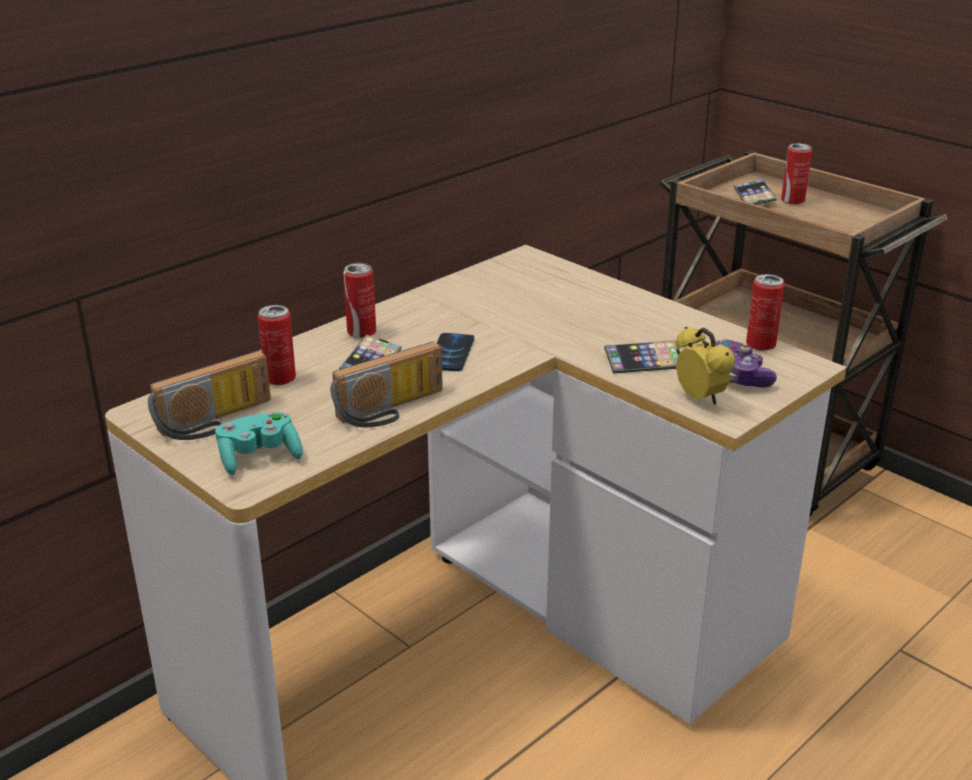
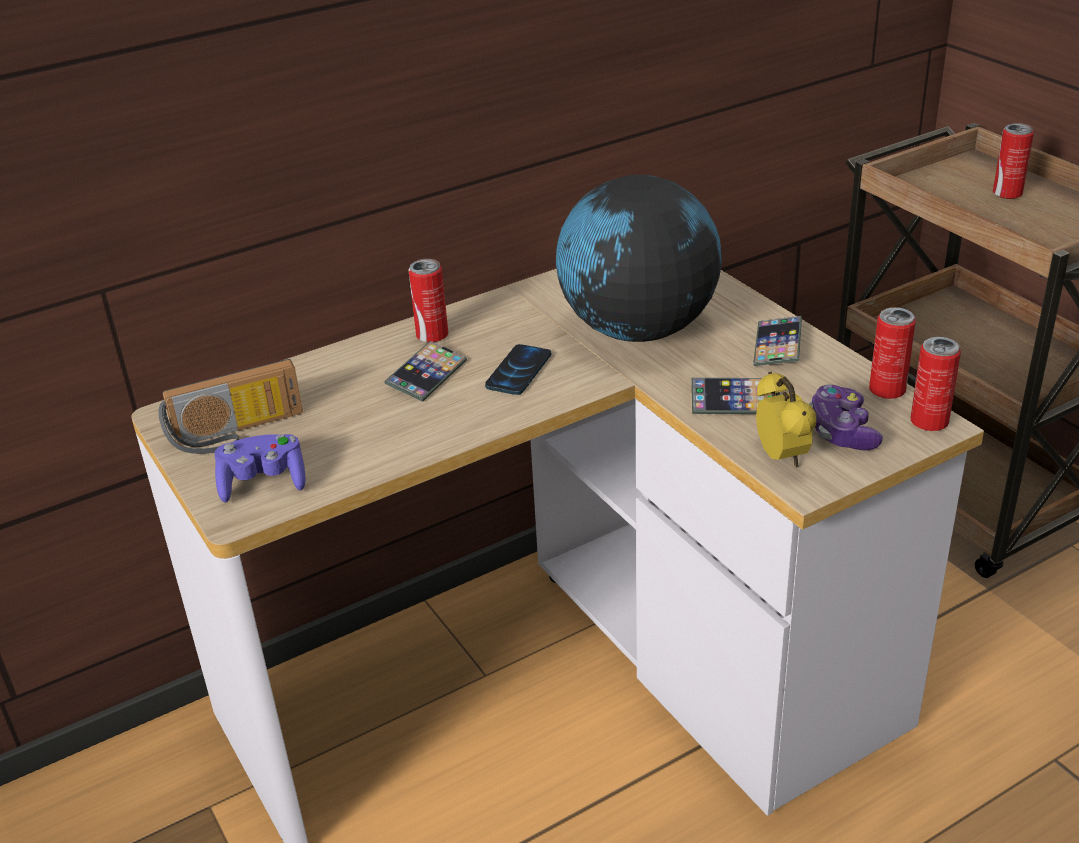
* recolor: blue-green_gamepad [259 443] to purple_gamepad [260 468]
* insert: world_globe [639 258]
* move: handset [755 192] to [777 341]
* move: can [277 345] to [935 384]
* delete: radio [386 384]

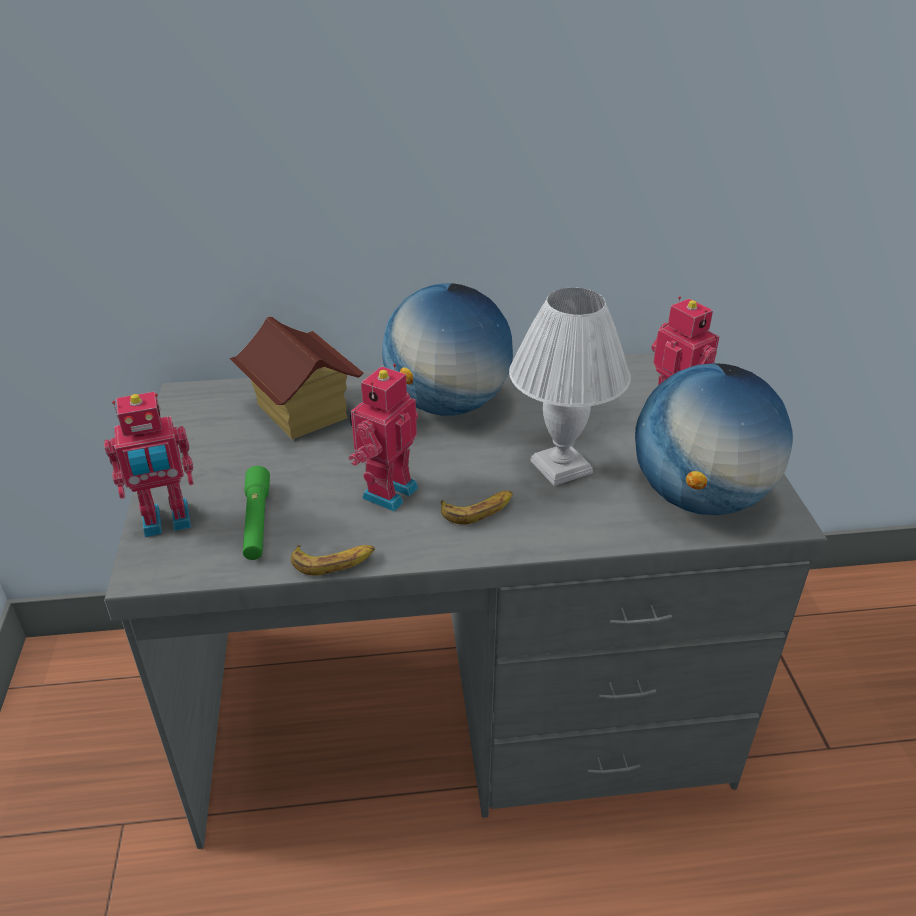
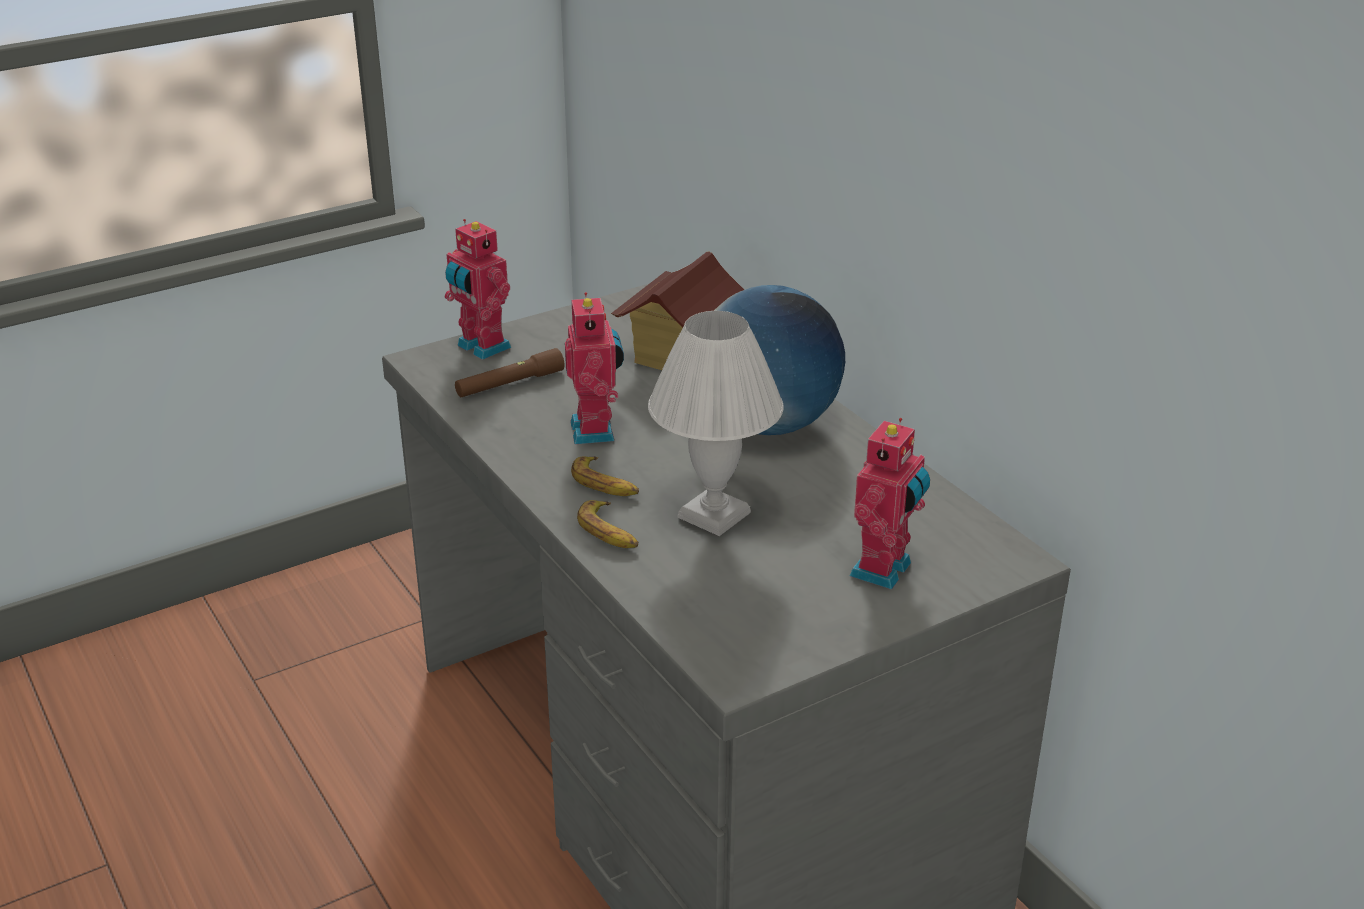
* recolor: green-coloured_torch [256 513] to brown-coloured_torch [509 372]
* rotate: robot_figure [383 437] = [594 368] 75 degrees clockwise
* move: banana_fruit [333 560] to [607 524]
* delete: world_globe [714 439]

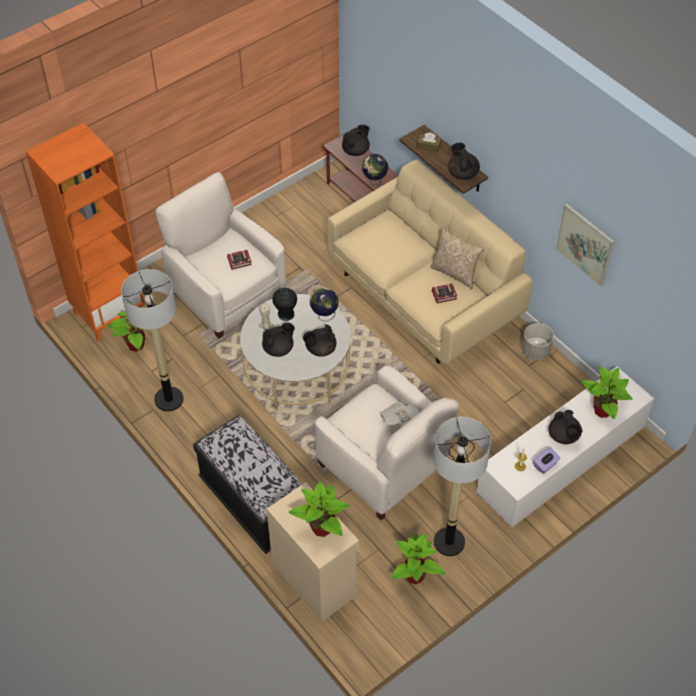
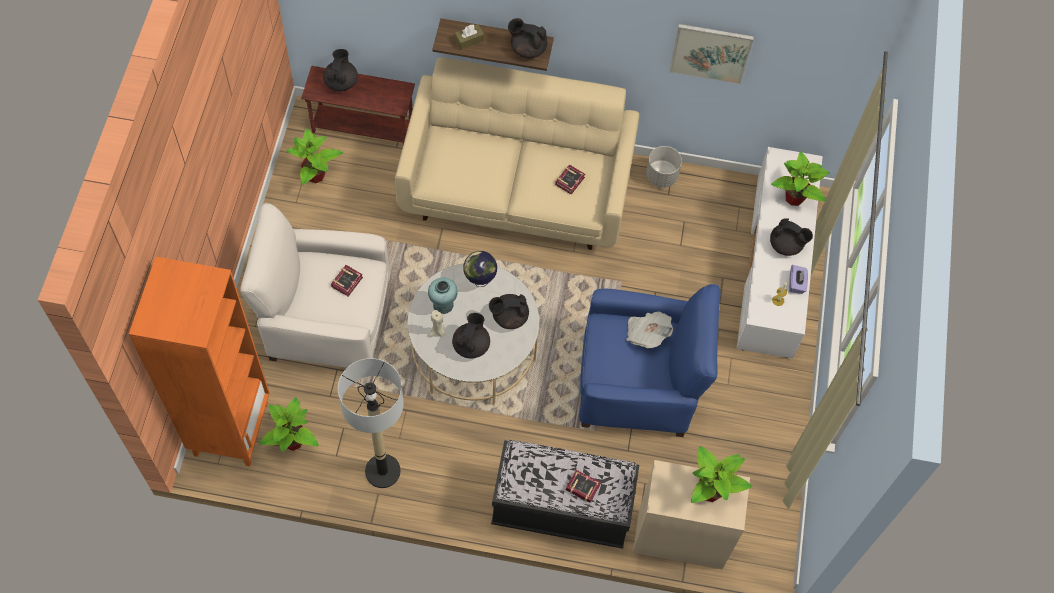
* move: potted_plant [418 559] to [314 156]
* recolor: black_flower_vase [285 304] to blue-green_flower_vase [443 296]
* rotate: black_teapot [320 340] = [509 311] 60 degrees clockwise
* insert: book [583 486]
* recolor: whitish_easy_chair [387 443] to bluish_easy_chair [649 360]
* delete: world_globe [375 169]
* delete: throw_pillow [457 258]
* delete: floor_lamp [462 486]

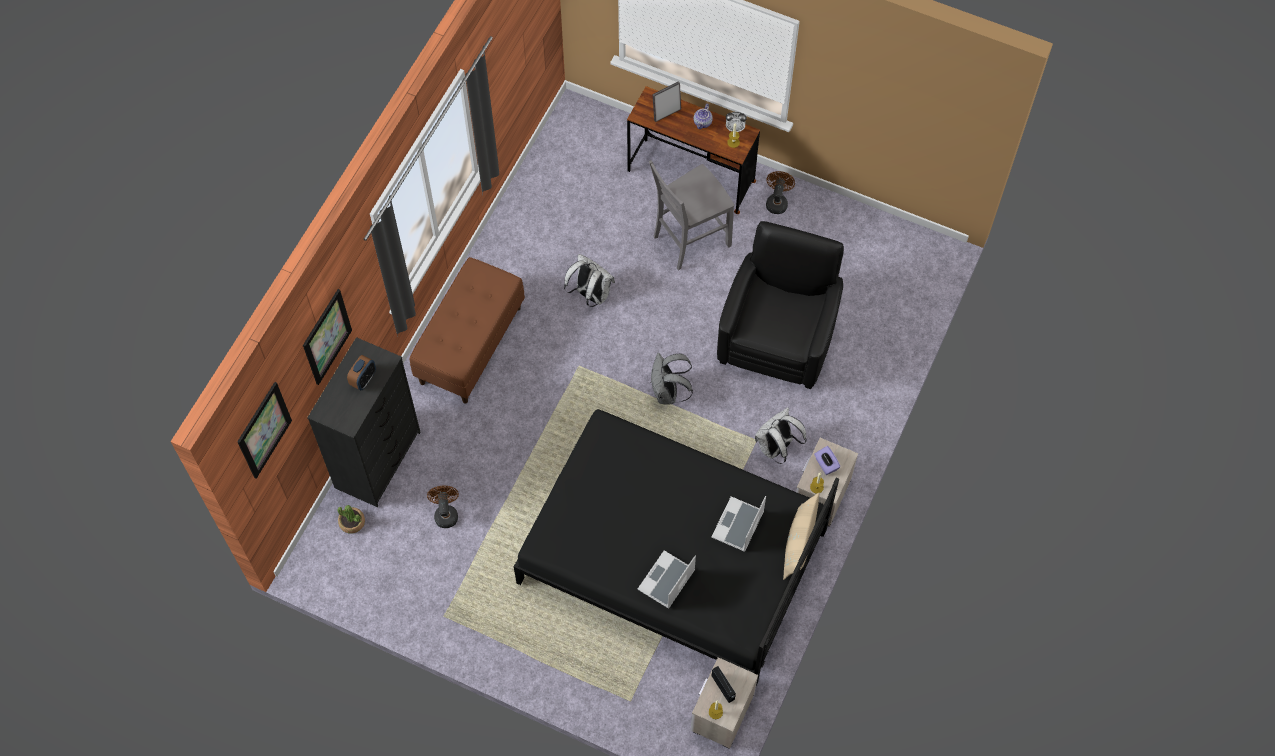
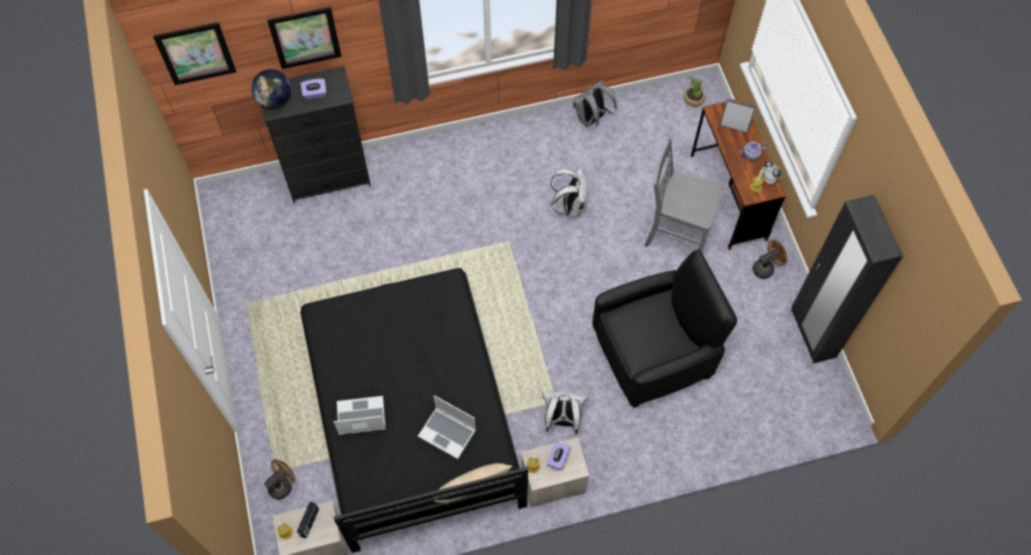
* insert: world_globe [271 88]
* move: brown-coloured_fan [443 506] to [279 479]
* replace: alarm_clock [361 372] to purple_box_of_tissues [313 89]
* rotate: portable_computer [739 524] = [447 427] 135 degrees counterclockwise
* move: gray_backpack [671 379] to [595 104]
* move: potted_plant [351 519] to [695 92]
* insert: black_wardrobe [847 279]
* delete: brown-coloured_indoor_bench [467 330]

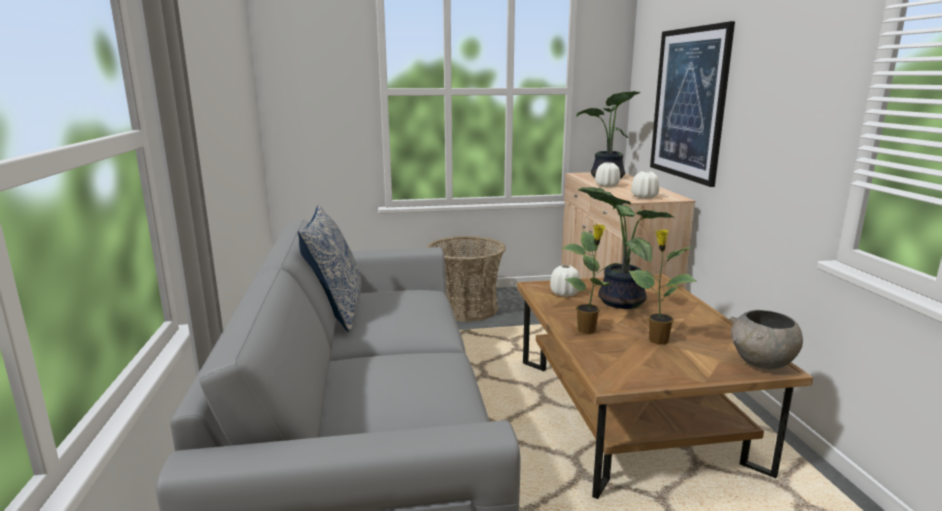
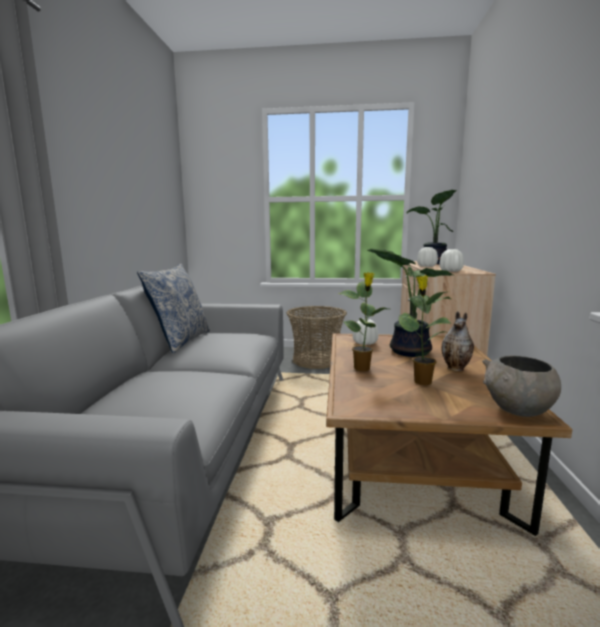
* insert: flower_vase [457 341]
* delete: wall_art [692 104]

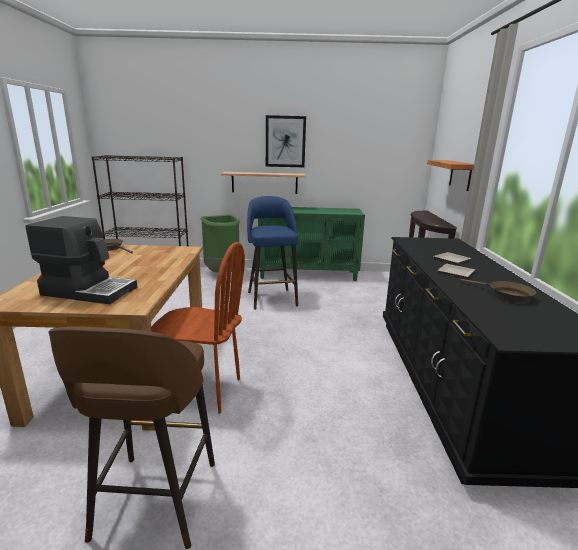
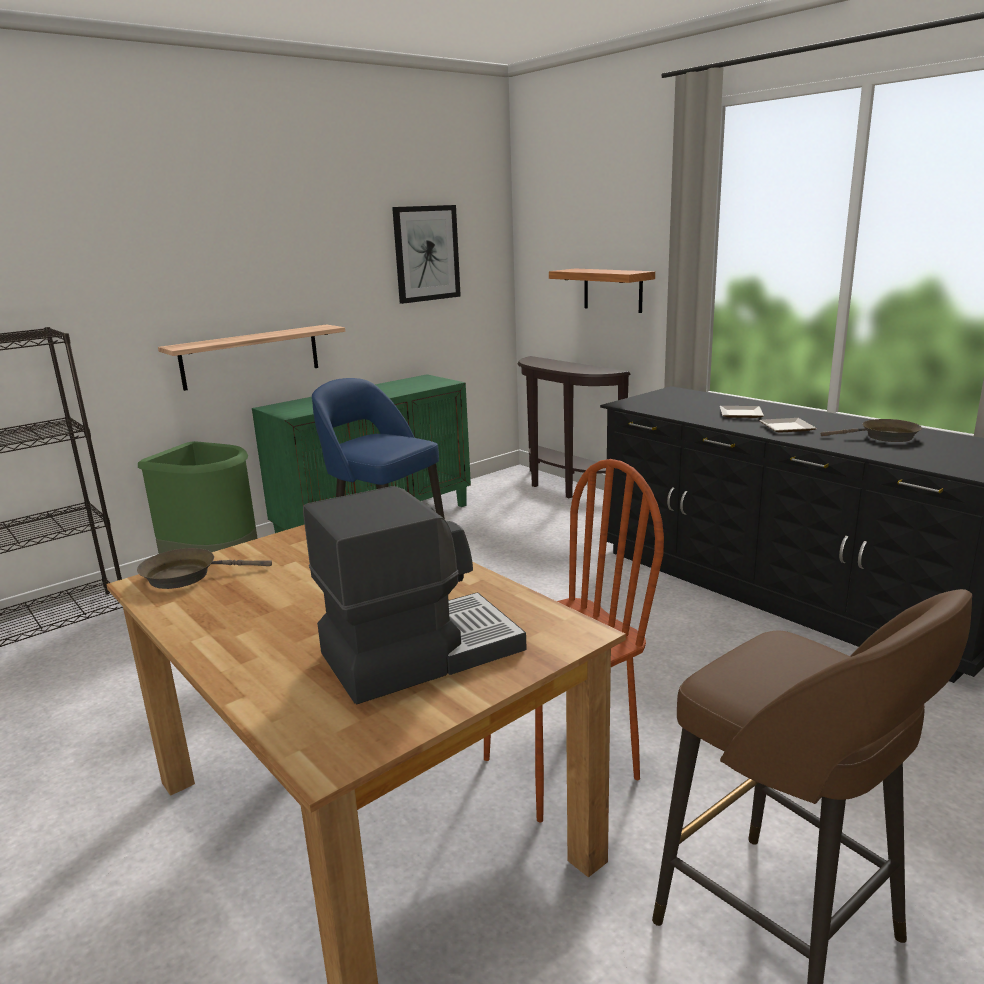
* move: wall_art [286 141] to [426 254]

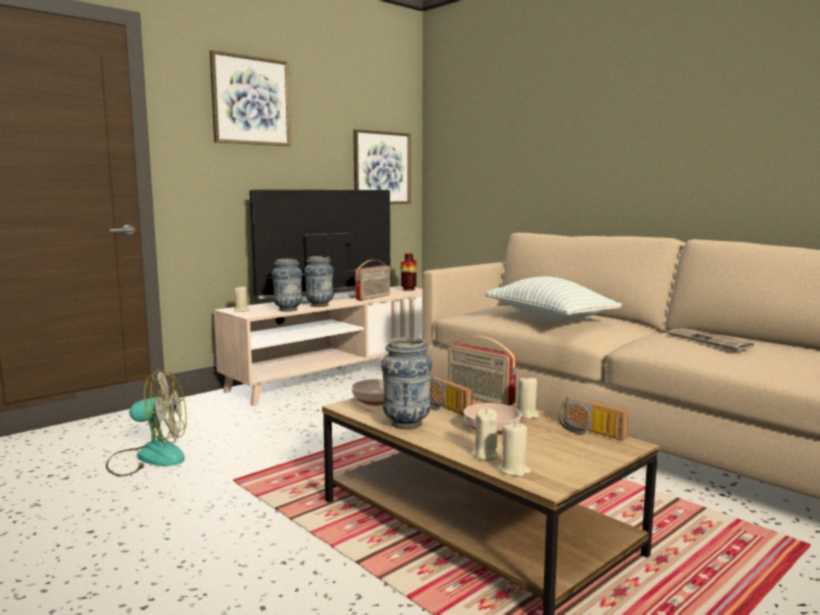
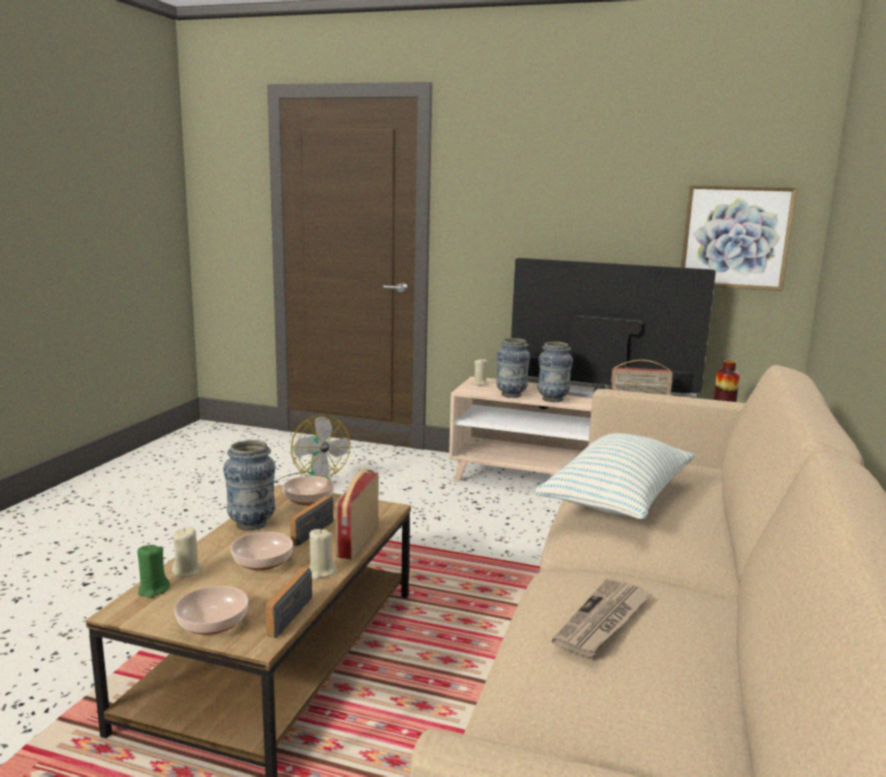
* recolor: sand-coloured_wax_candle [514 449] to green-coloured_wax_candle [153 571]
* insert: serving_bowl [211 610]
* delete: wall_art [250 98]

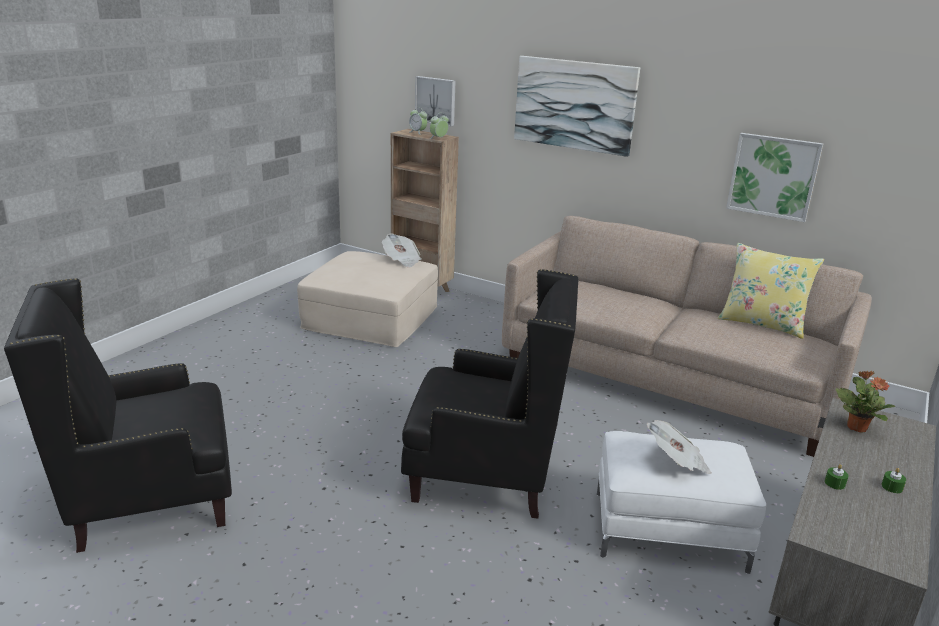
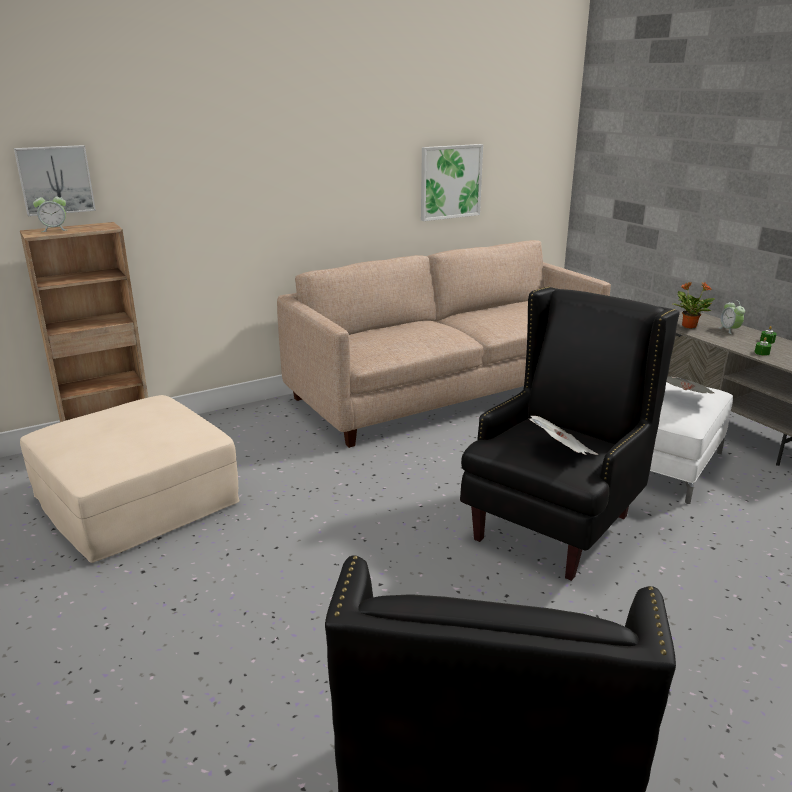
* move: printed_paper [402 251] to [563 435]
* move: alarm_clock [439 126] to [731 317]
* delete: wall_art [577 106]
* delete: yellow_throw_pillow [771 291]

